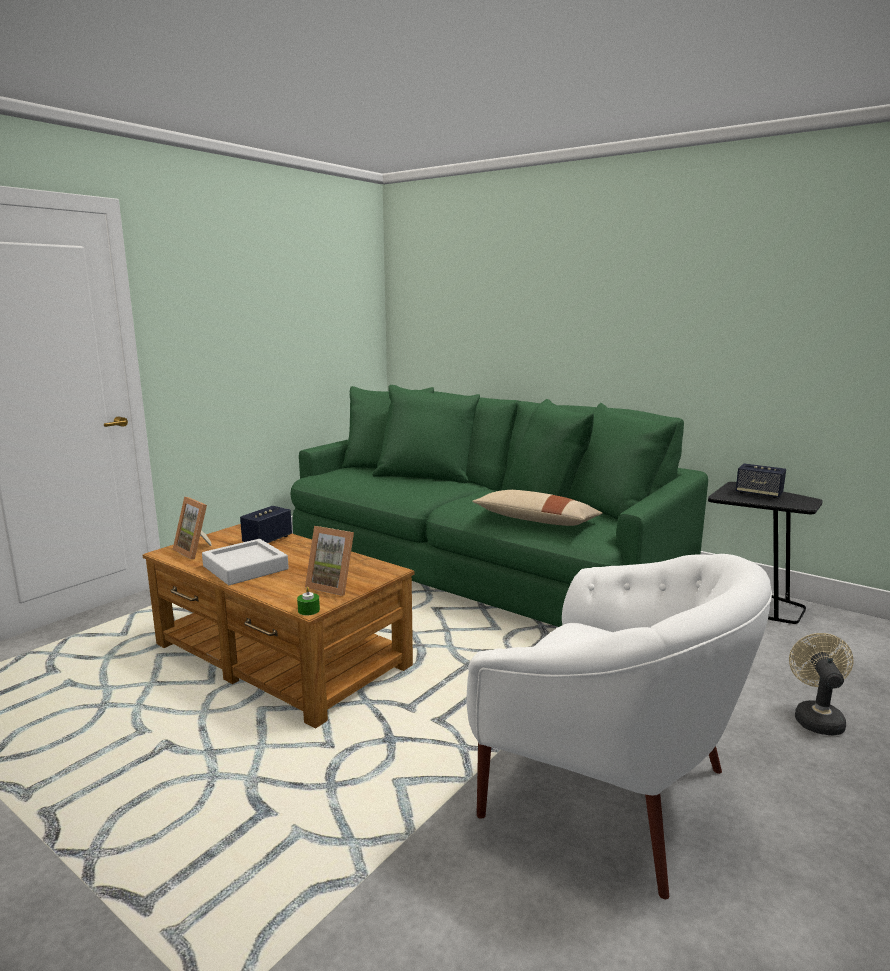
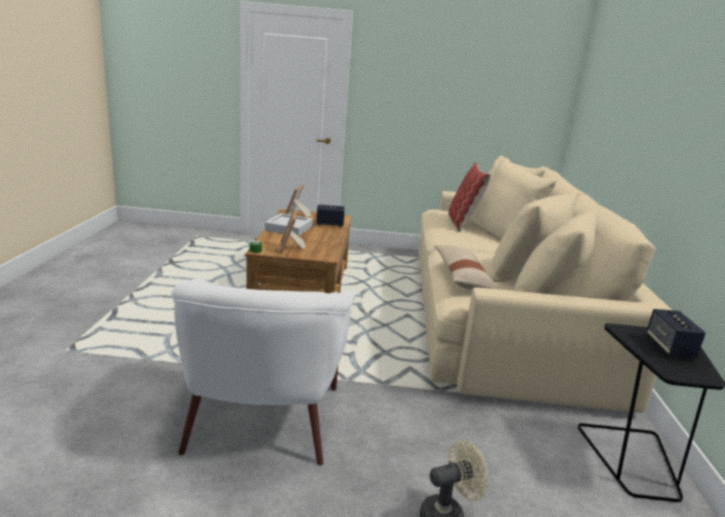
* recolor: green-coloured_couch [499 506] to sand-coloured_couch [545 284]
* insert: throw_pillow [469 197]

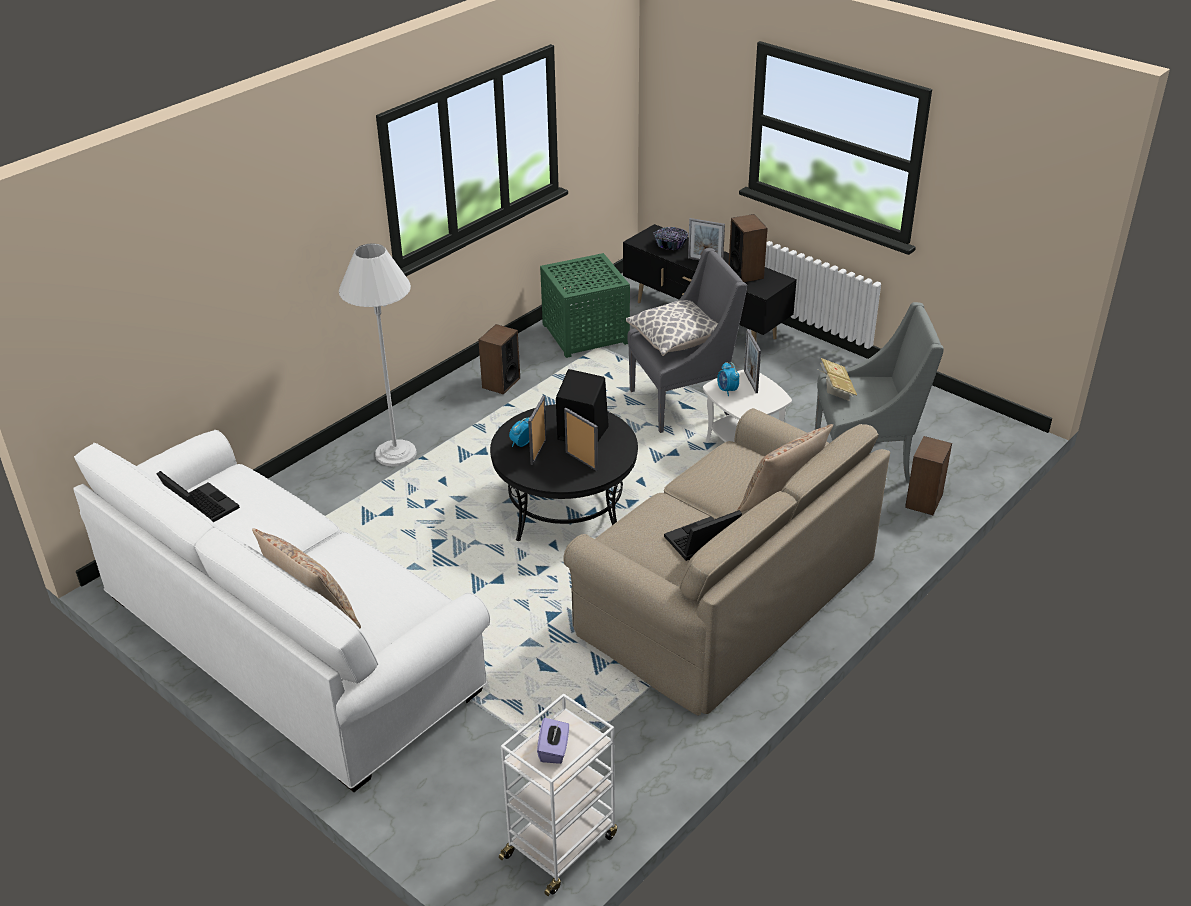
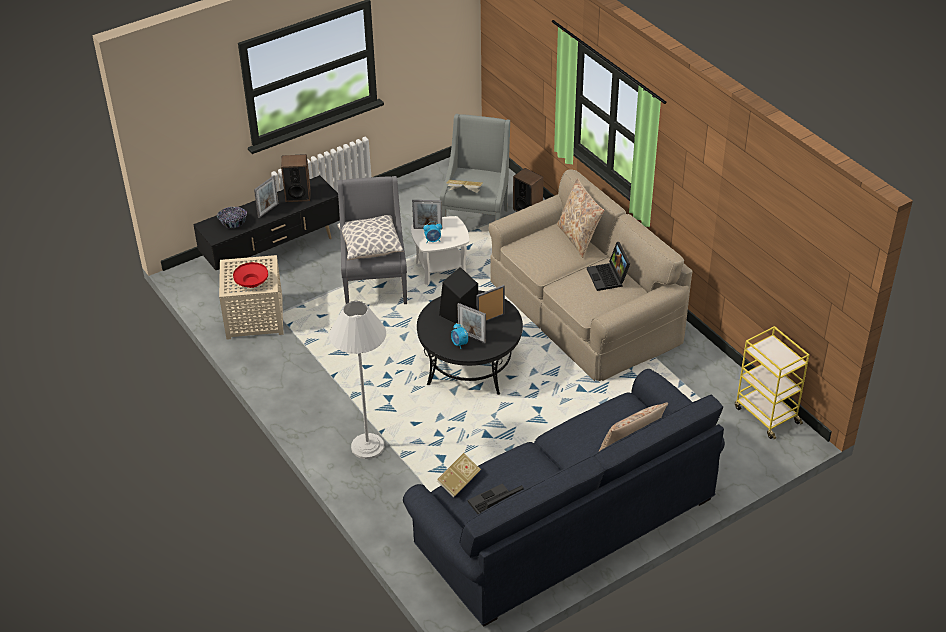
* recolor: green-coloured_accent_table [585 305] to sand-coloured_accent_table [251 297]
* insert: reddish_serving_bowl [250 275]
* recolor: whitish_couch [281 611] to bluish_couch [564 498]
* insert: book [459 475]
* recolor: whitish_trolley [558 794] to yellow_trolley [772 382]
* delete: audio_speaker [499 359]
* delete: purple_box_of_tissues [553 741]

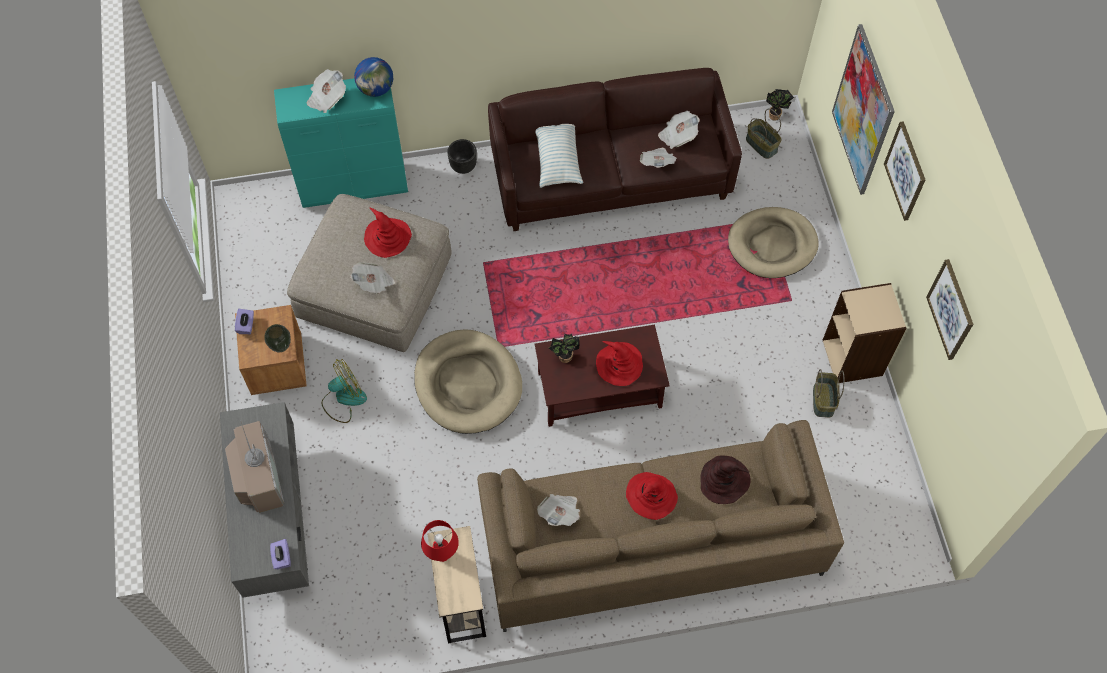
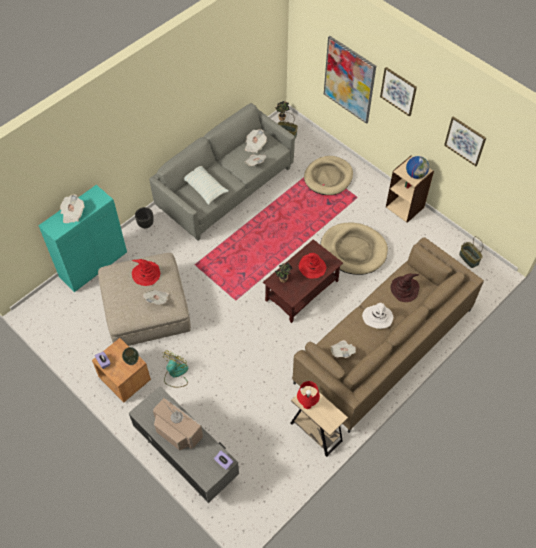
* recolor: brown-coloured_couch [615 149] to gray_couch [222 172]
* move: sand-coloured_dog_bed [468 381] to [354 249]
* recolor: reddish_wearable_hat [652 496] to whitish_wearable_hat [377 316]
* move: world_globe [373 77] to [417 167]
* move: basket [828 393] to [471 252]

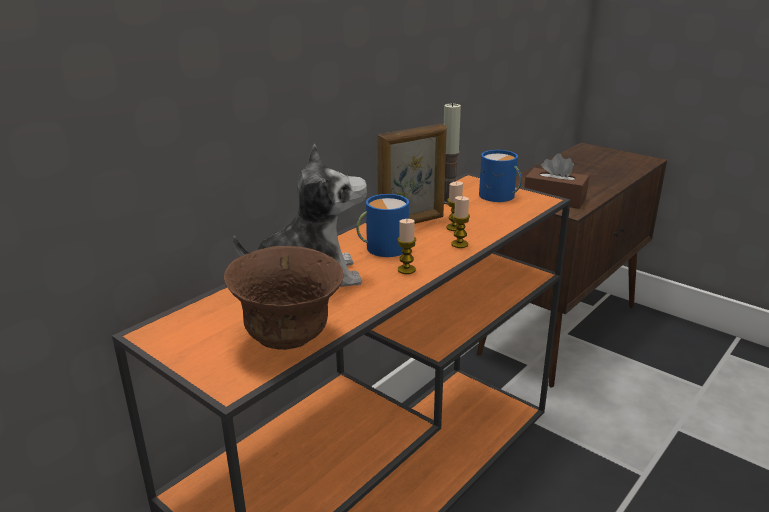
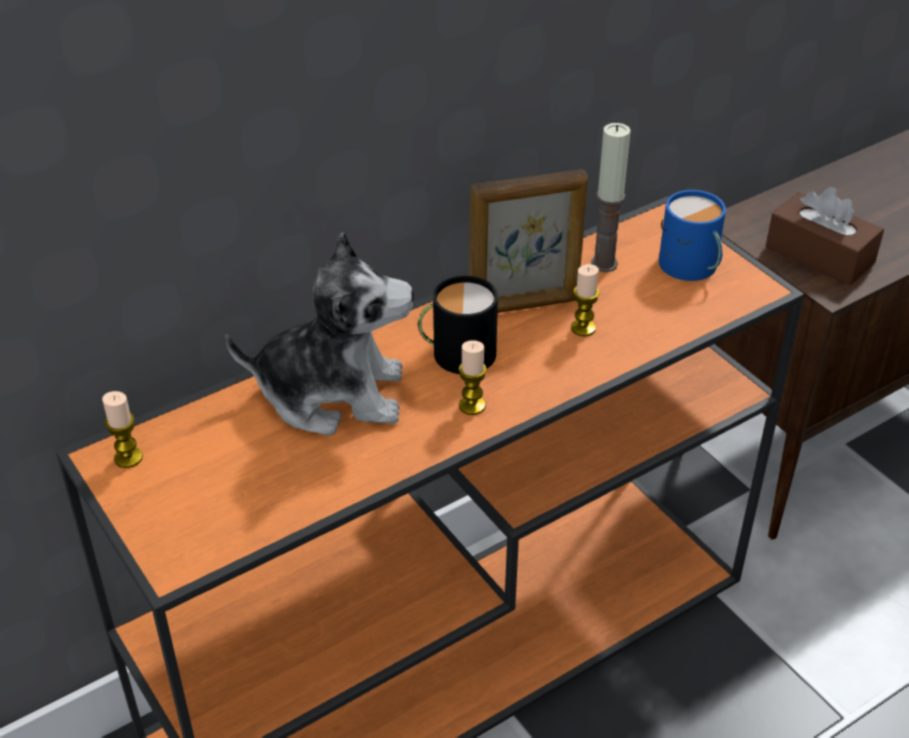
* move: wax_candle [460 222] to [122 429]
* recolor: bluish_tea_mug [383 225] to black_tea_mug [458 325]
* delete: brown-coloured_serving_bowl [284 298]

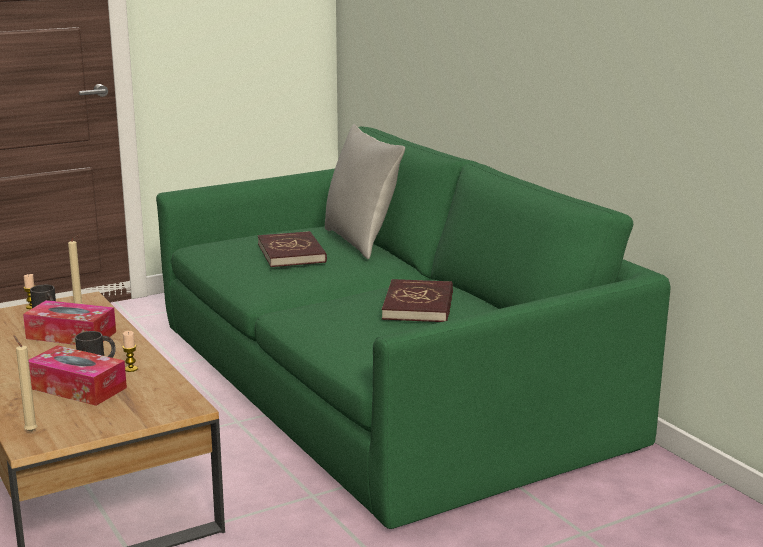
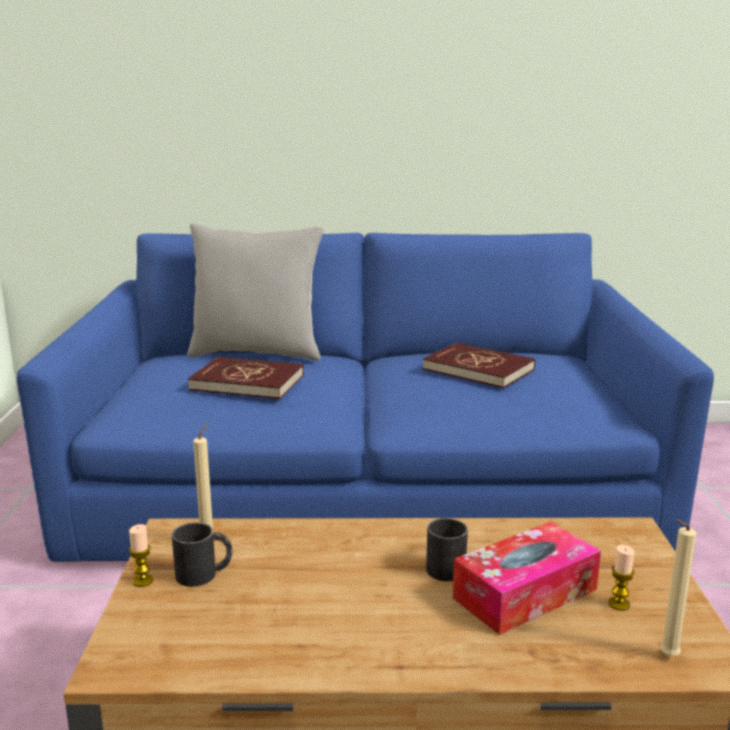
* recolor: green-coloured_couch [413 327] to bluish_couch [365 397]
* move: wax_candle [130 351] to [621 578]
* delete: box_of_tissues [69 322]

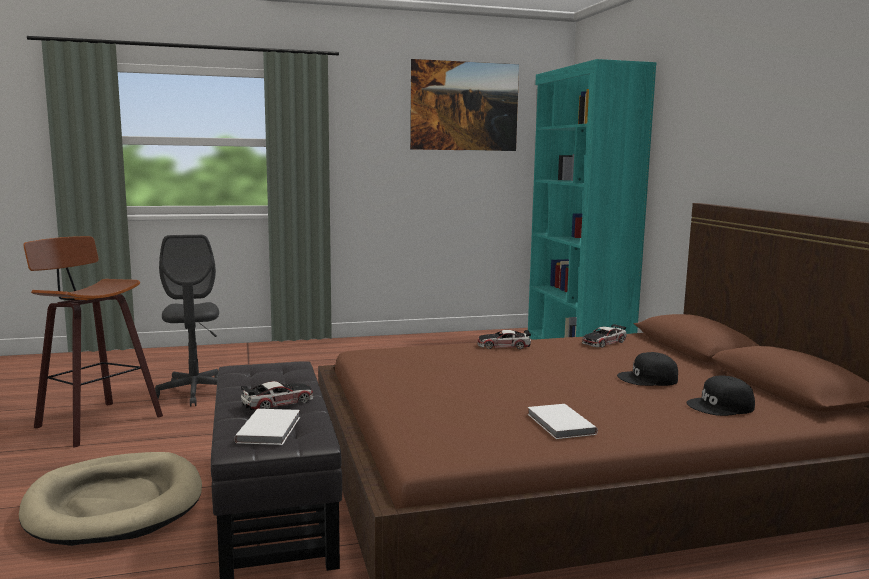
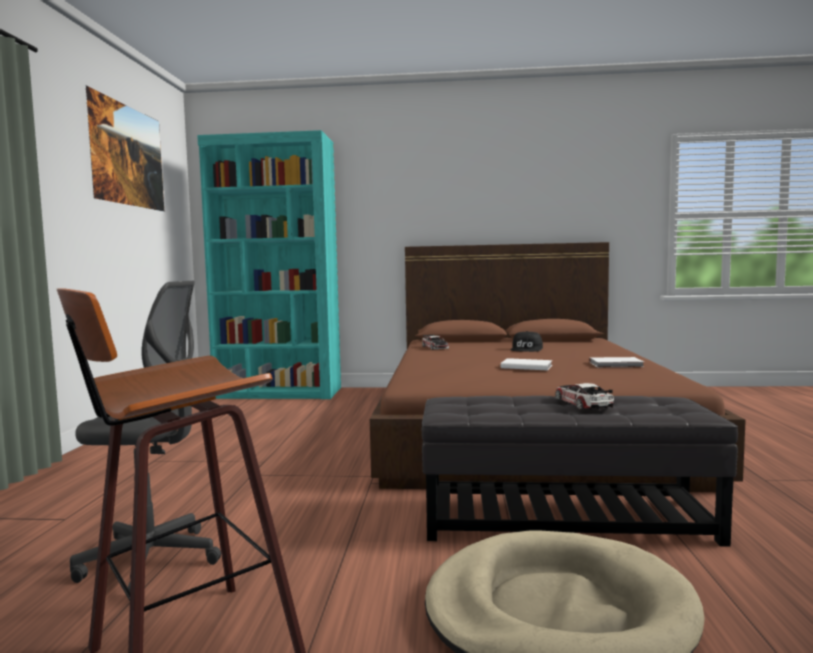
* move: whitish_book [267 427] to [526 364]
* delete: toy_car [504 339]
* delete: black_baseball_cap [720 395]

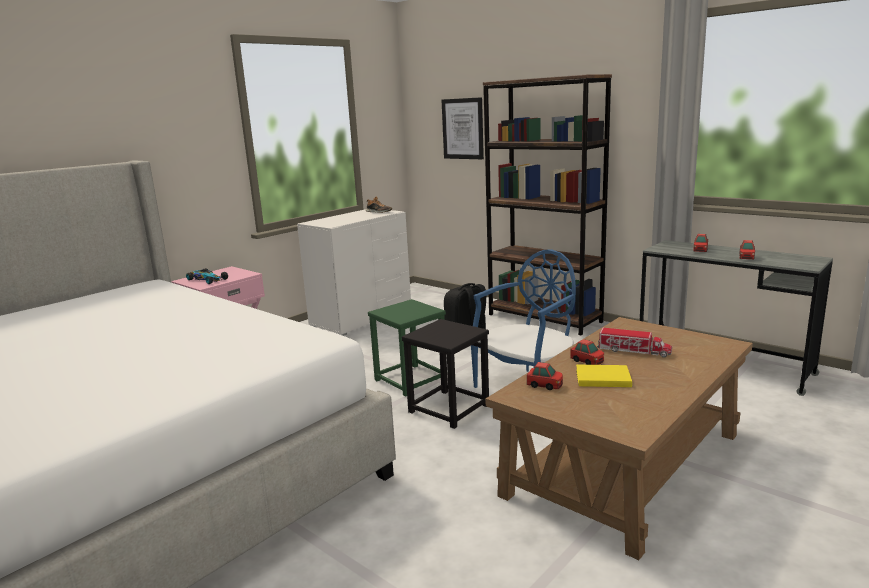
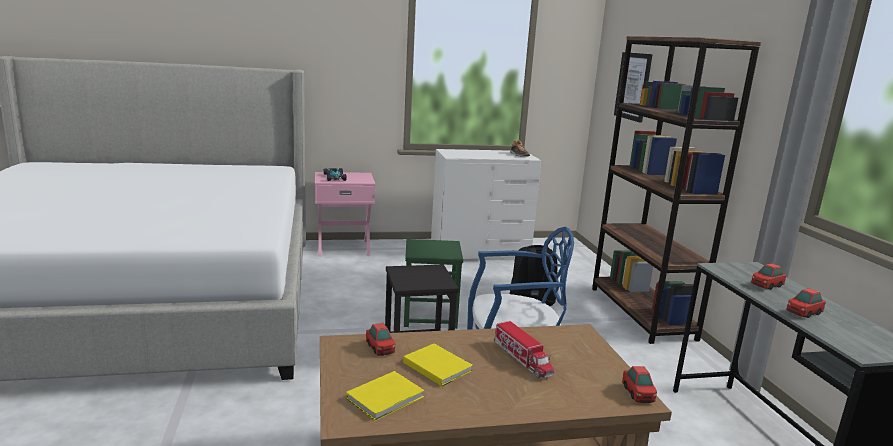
* insert: yellow_book [385 396]
* move: toy_car [587 352] to [639 384]

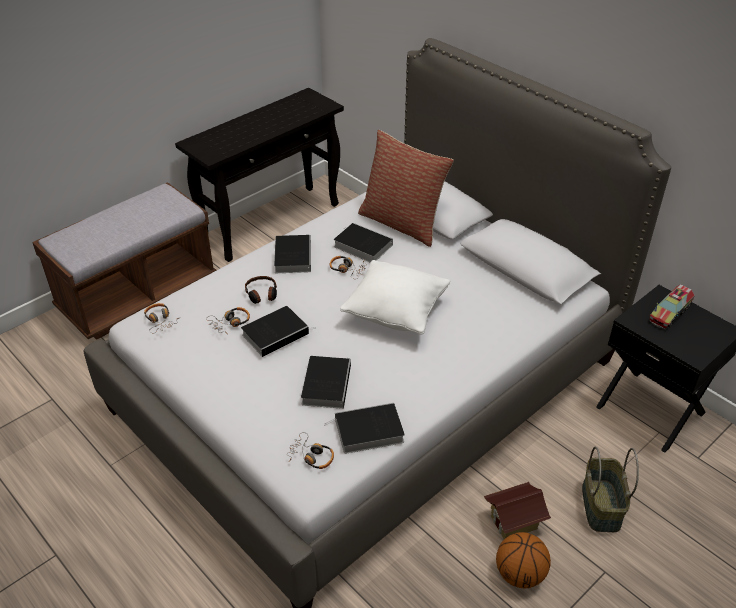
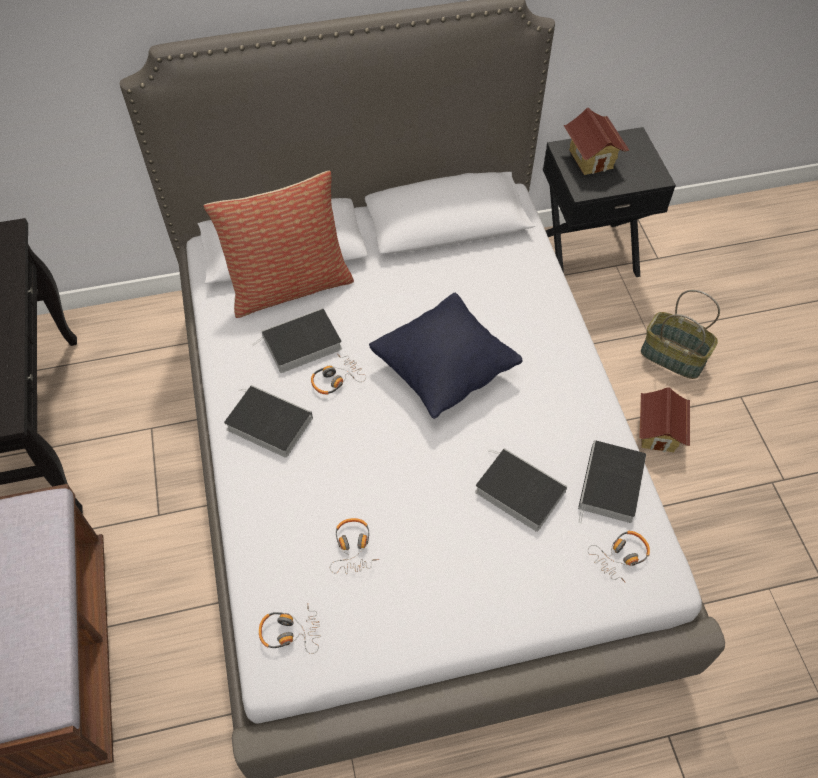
* recolor: whitish_throw_pillow [395 297] to black_throw_pillow [446 356]
* replace: toy_truck [672 306] to miniature_house [596 141]
* delete: book [278 331]
* delete: pair_of_headphones [261 290]
* delete: basketball [523 560]

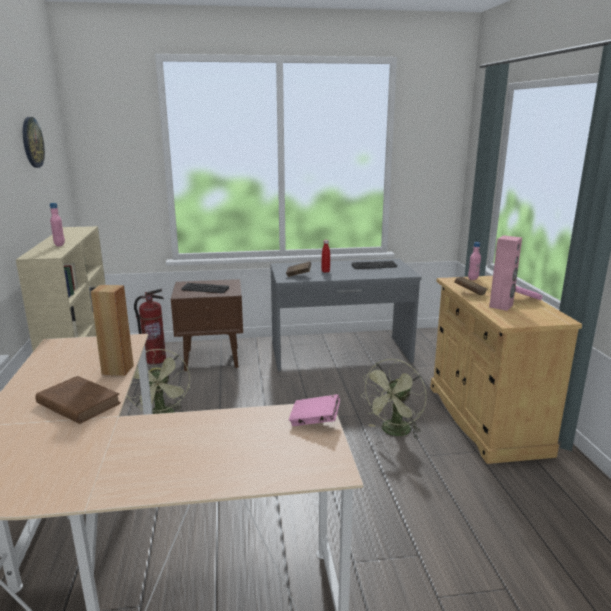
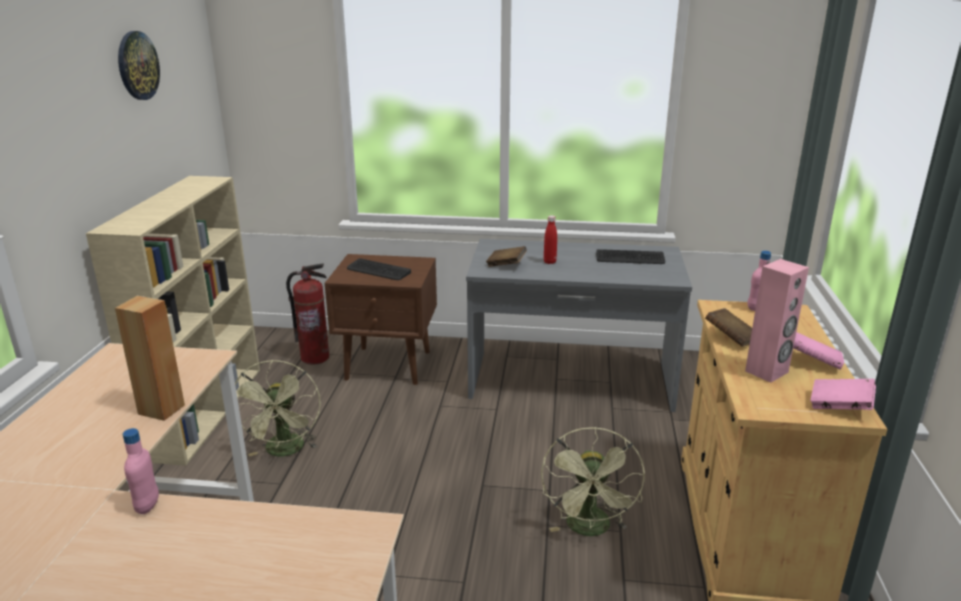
* move: pinkish_bottle [57 224] to [141 471]
* rotate: green-coloured_fan [394 398] = [593 481] 45 degrees counterclockwise
* move: pinkish_book [314 410] to [843 394]
* delete: brown-coloured_book [78 400]

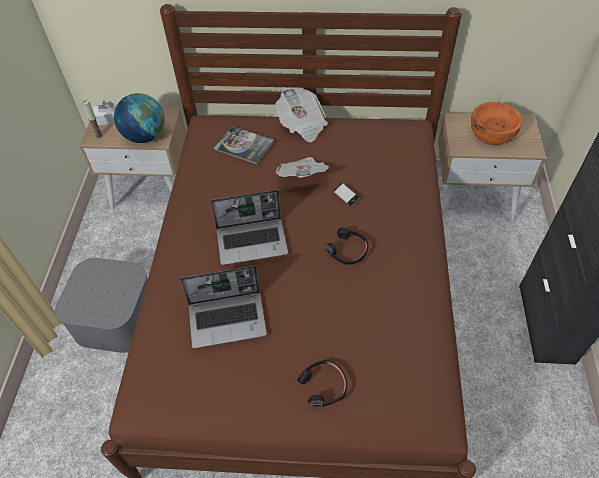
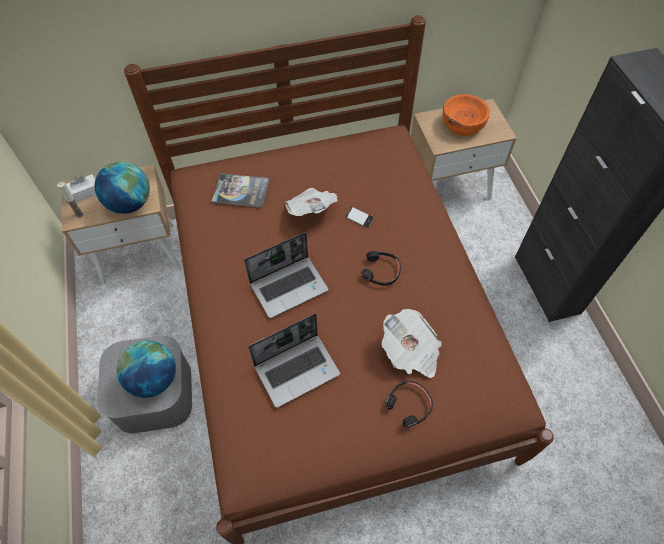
* insert: world_globe [146 369]
* move: printed_paper [301 114] to [411 343]

